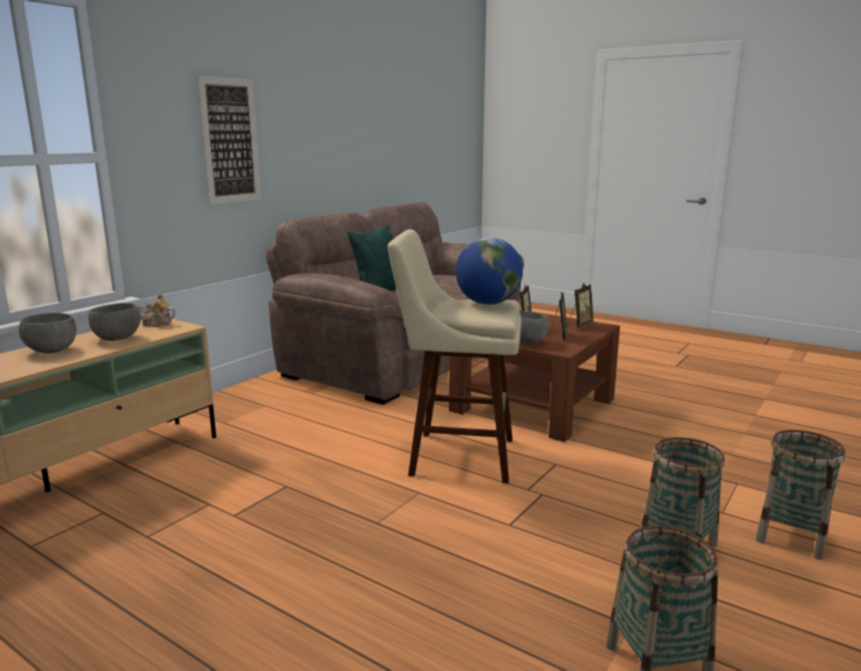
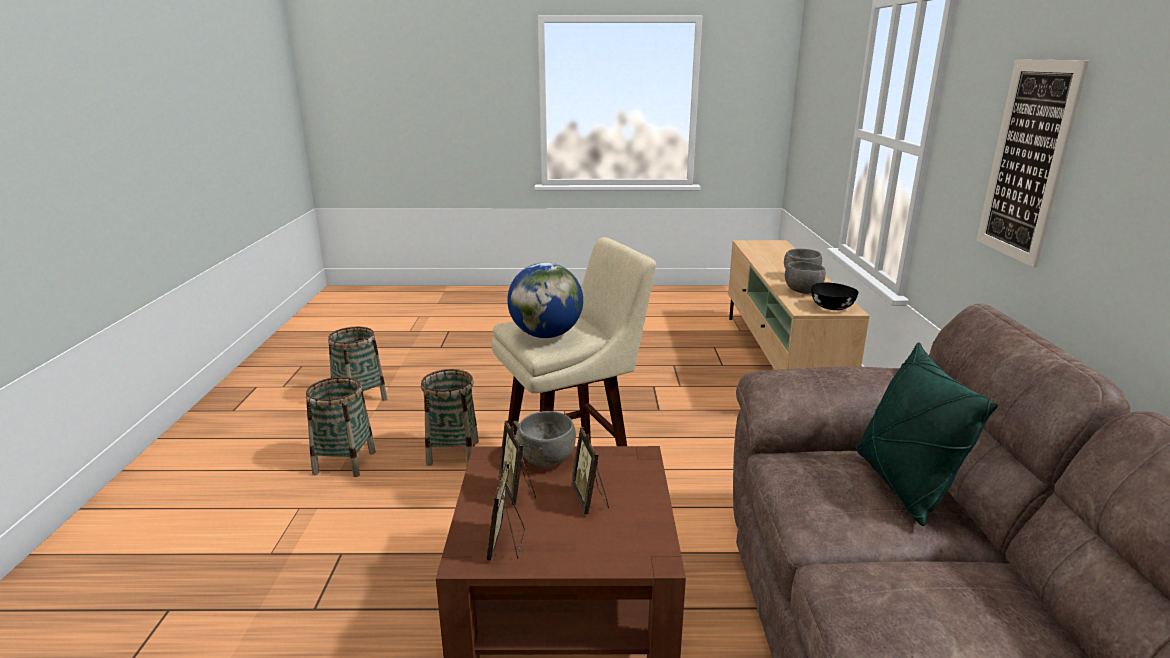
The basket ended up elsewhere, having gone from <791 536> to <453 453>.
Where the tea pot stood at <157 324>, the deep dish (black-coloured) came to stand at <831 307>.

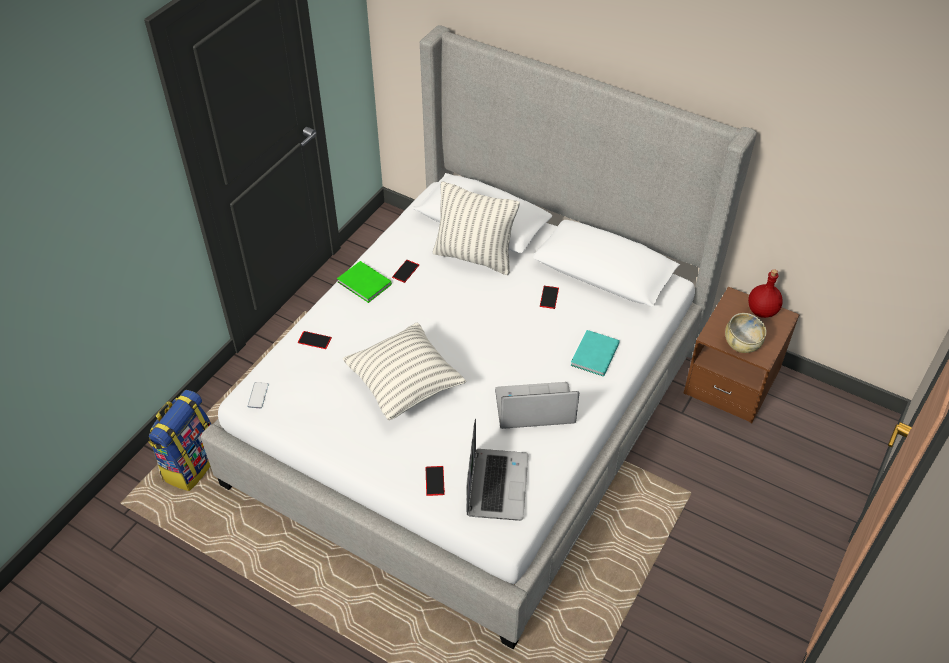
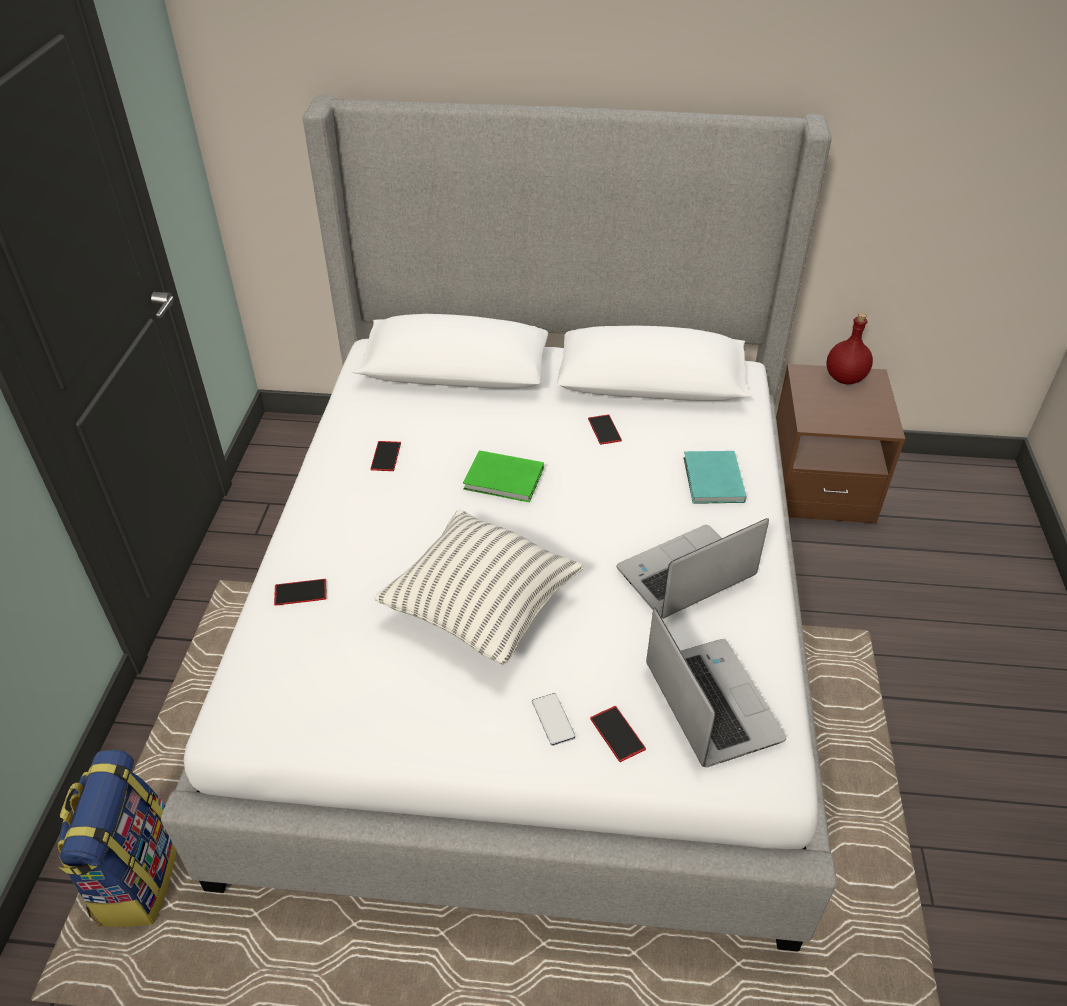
The book (greenish) ended up elsewhere, having gone from <364 284> to <505 480>.
The phone ended up elsewhere, having gone from <258 395> to <553 719>.
The second view lost the cushion at <474 257>.
The second view lost the deep dish (beige-coloured) at <741 344>.

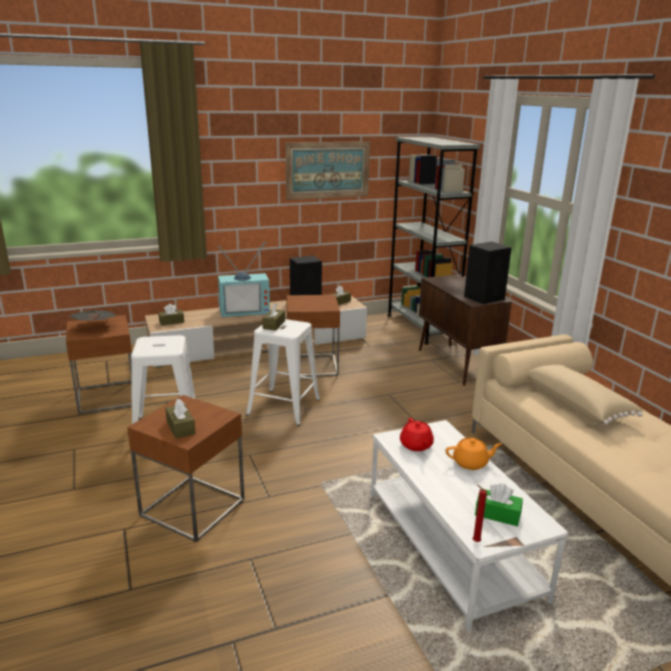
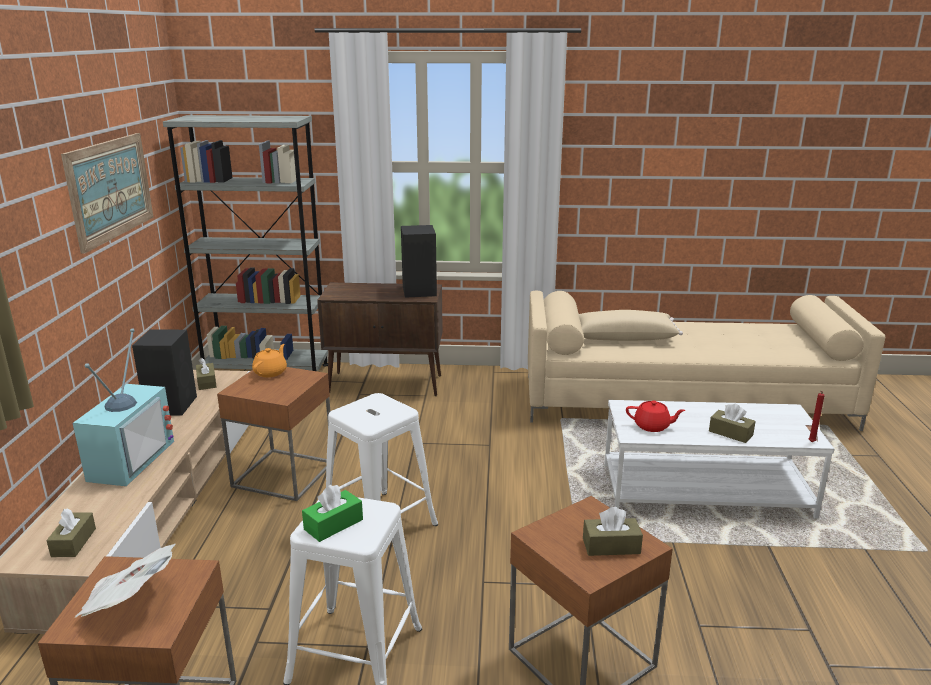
The tea pot (orangey) ended up elsewhere, having gone from <471 463> to <271 372>.
The box of tissues (greenish) ended up elsewhere, having gone from <497 514> to <333 524>.
The box of tissues (brown) ended up elsewhere, having gone from <274 325> to <730 433>.

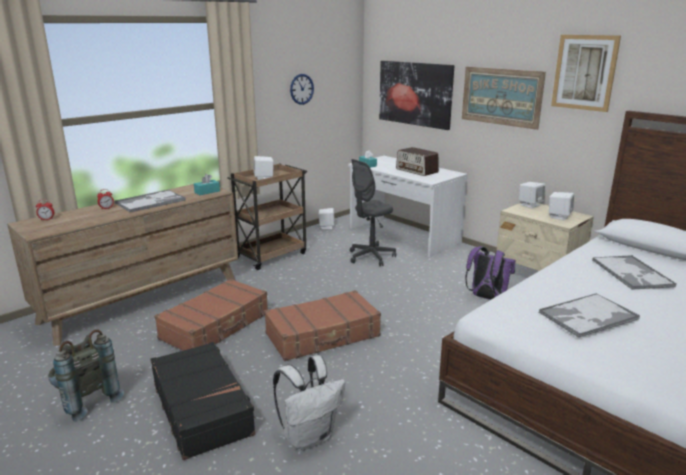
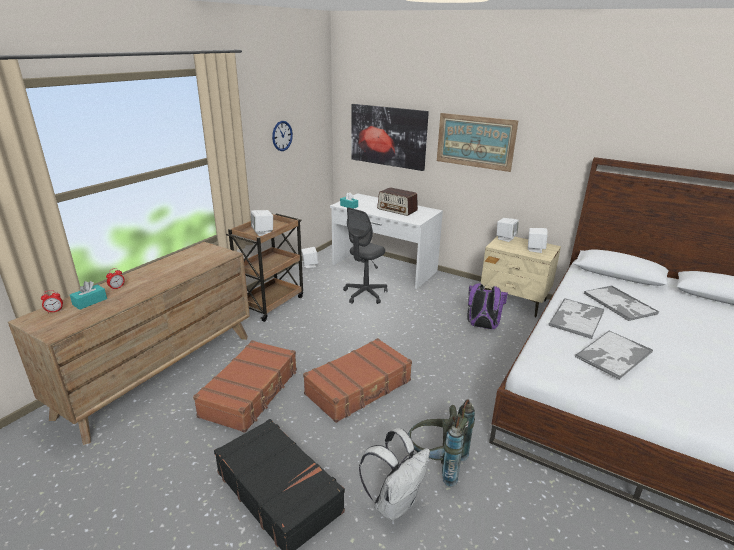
The box of tissues (blue-green) ended up elsewhere, having gone from <207 192> to <90 302>.
The rucksack (greyish) ended up elsewhere, having gone from <86 401> to <437 464>.
The tray ended up elsewhere, having gone from <151 201> to <576 318>.
The second view lost the wall art at <584 72>.

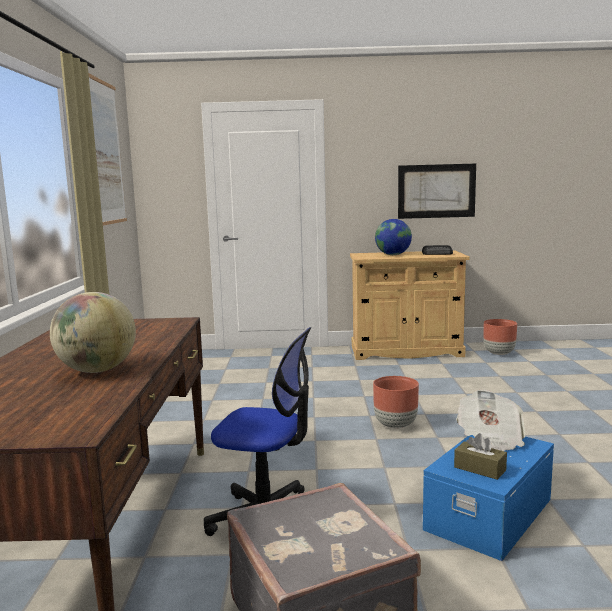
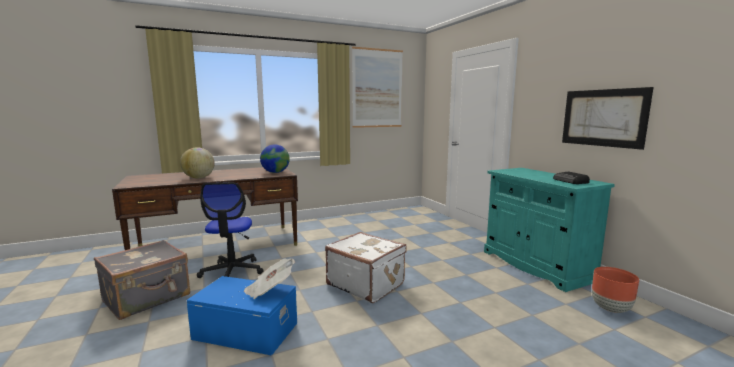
The world globe ended up elsewhere, having gone from <393 255> to <275 172>.
Where the planter (brown) stood at <395 425>, the piece of luggage (white) came to stand at <366 284>.
What was the cabinet (beige-coloured) at <406 351> turned into the cabinet (blue-green) at <536 265>.
The second view lost the box of tissues (brown) at <479 469>.

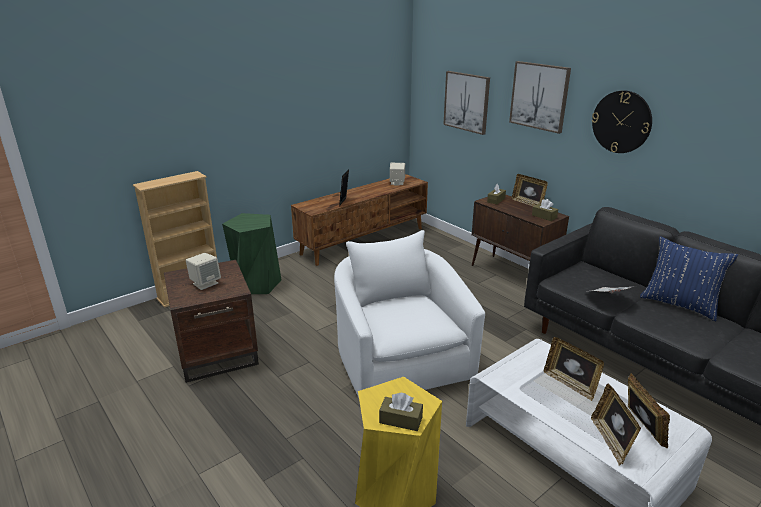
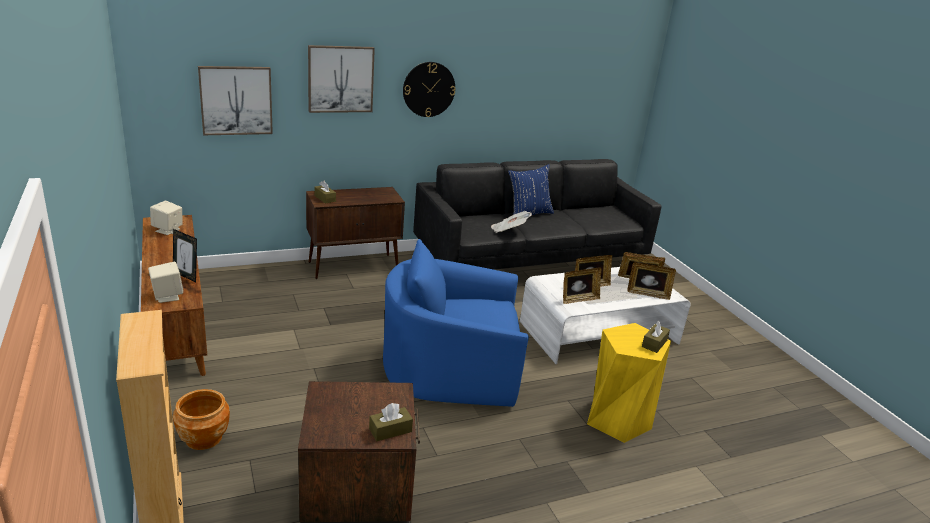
The loudspeaker (beige-coloured) ended up elsewhere, having gone from <205 283> to <167 296>.
Where the stool (greenish) stood at <256 284>, the planter (brown) came to stand at <204 437>.
The box of tissues (brown) ended up elsewhere, having gone from <544 216> to <390 430>.
What was the lounge chair (white) at <400 358> turned into the lounge chair (bluish) at <451 369>.
The standing frame ended up elsewhere, having gone from <528 203> to <578 299>.

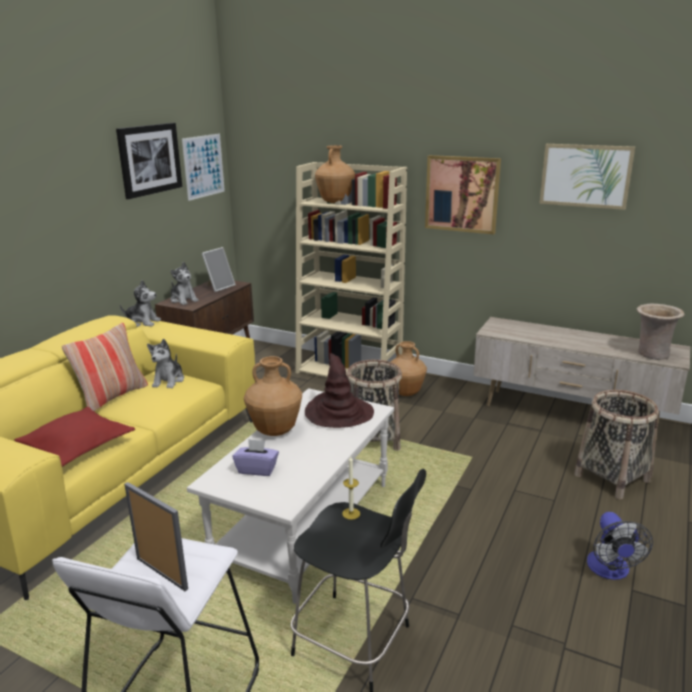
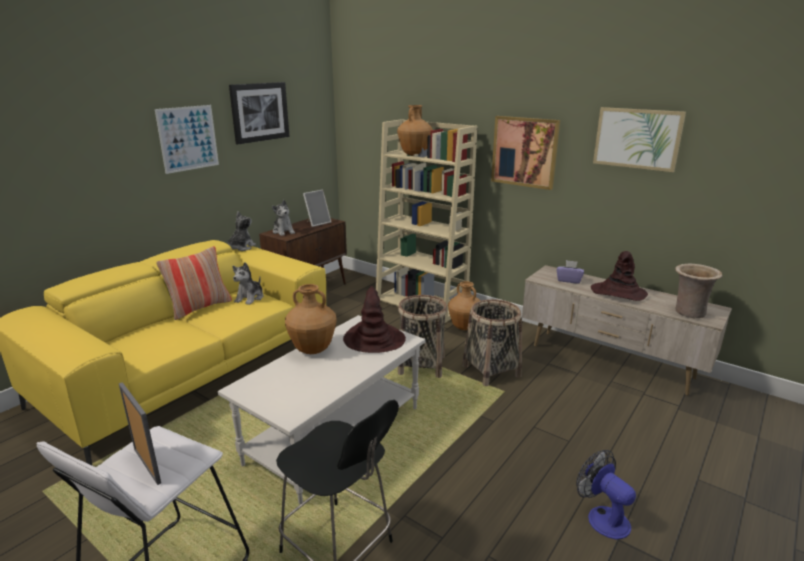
The wall art ended up elsewhere, having gone from <204 166> to <188 138>.
The cuddly toy at <142 322> ended up facing another way, 90 degrees counterclockwise from before.
The basket ended up elsewhere, having gone from <612 478> to <491 371>.
The box of tissues (purplish) ended up elsewhere, having gone from <257 469> to <569 280>.
The electric fan at <610 570> ended up facing another way, 135 degrees clockwise from before.
The second view gained the clothing hat (brown) at <618 292>.
The second view lost the cushion (red-coloured) at <77 445>.
The second view lost the wax light at <351 513>.

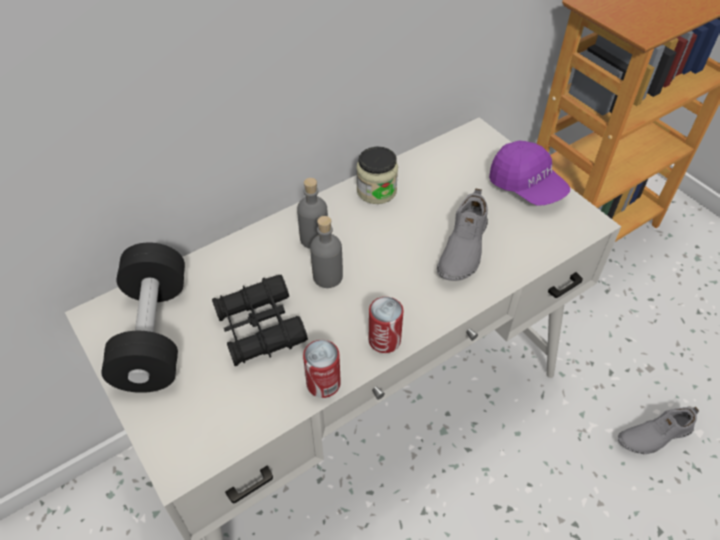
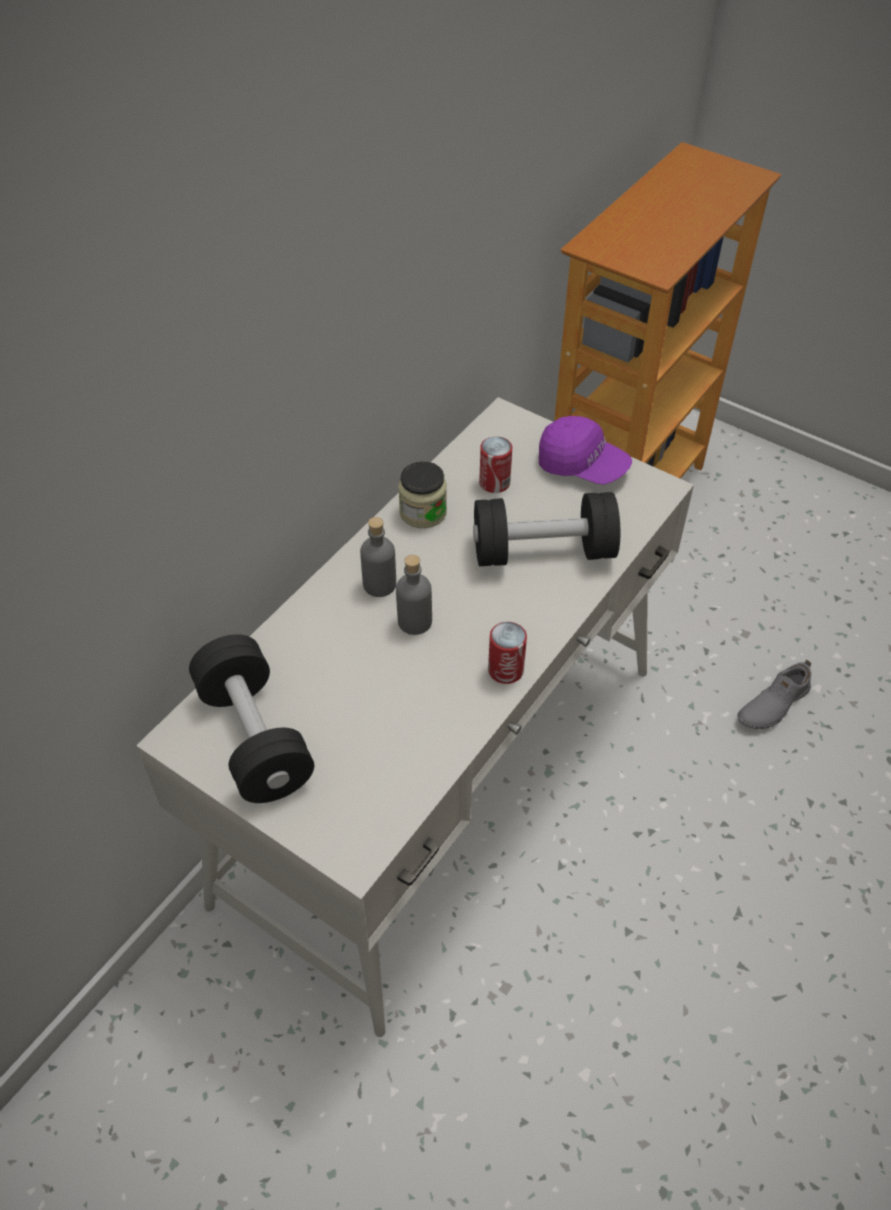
Where the shoe (greyish) stood at <462 248>, the hand weight (black-coloured) came to stand at <543 551>.
The can ended up elsewhere, having gone from <323 383> to <494 483>.
The second view lost the pair of binoculars (black-coloured) at <259 327>.

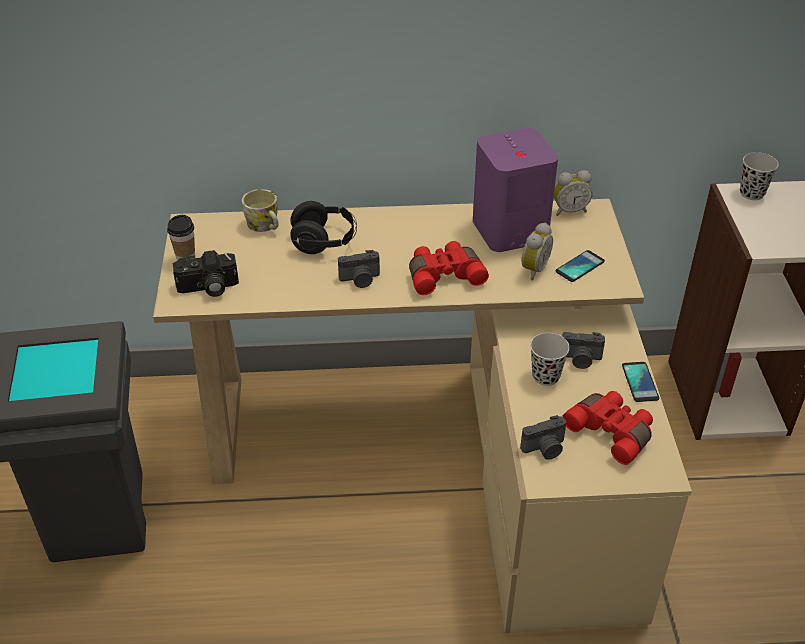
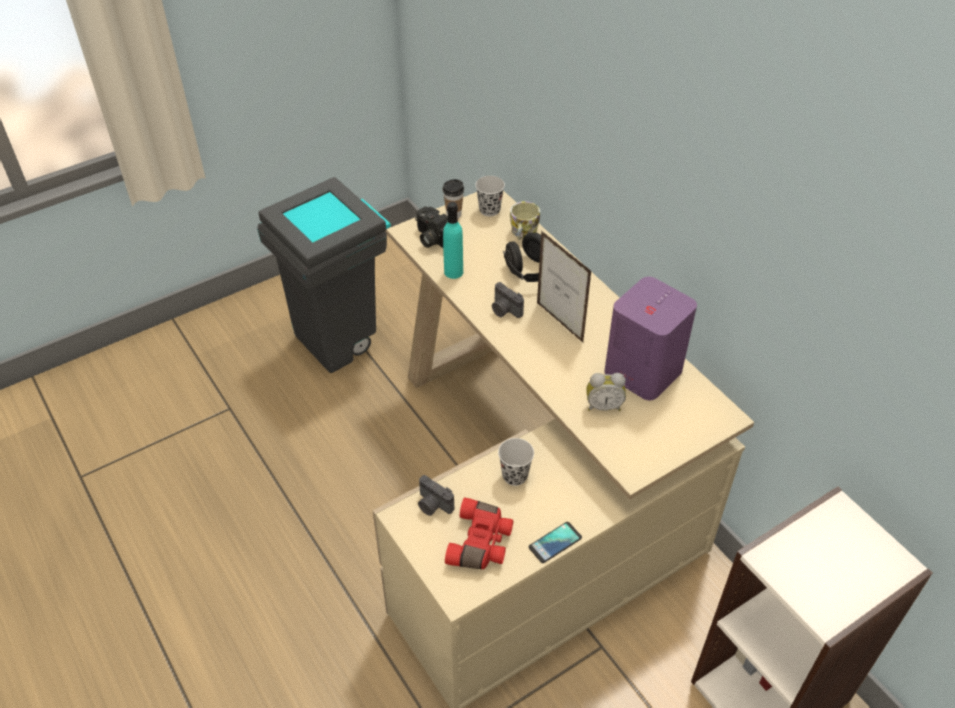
The second view gained the beverage bottle (blue-green) at <453 272>.
The small cup (black-coloured) ended up elsewhere, having gone from <752 193> to <489 210>.
The second view gained the standing frame at <559 322>.
The second view lost the pair of binoculars (red-coloured) at <444 275>.
The second view lost the alarm clock at <569 210>.
The second view lost the phone at <580 266>.
The second view lost the still camera at <580 359>.

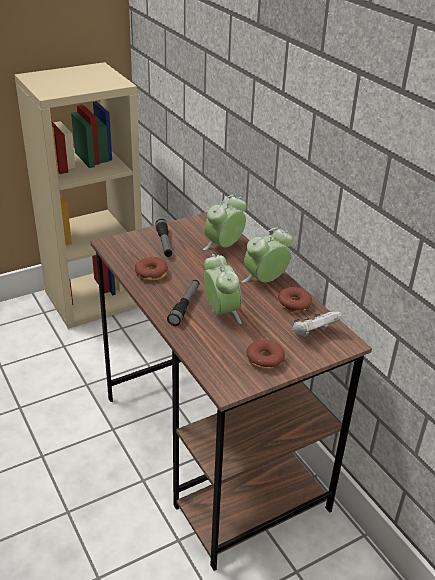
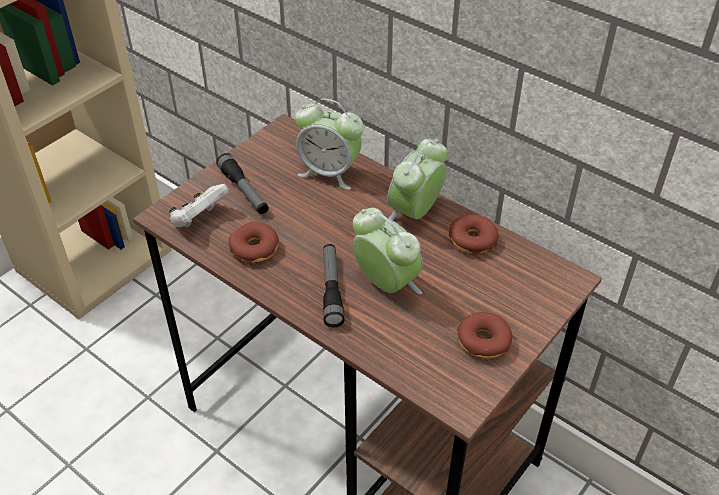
The game controller (white) ended up elsewhere, having gone from <313 334> to <199 219>.
The alarm clock at <224 246> ended up facing another way, 90 degrees counterclockwise from before.

